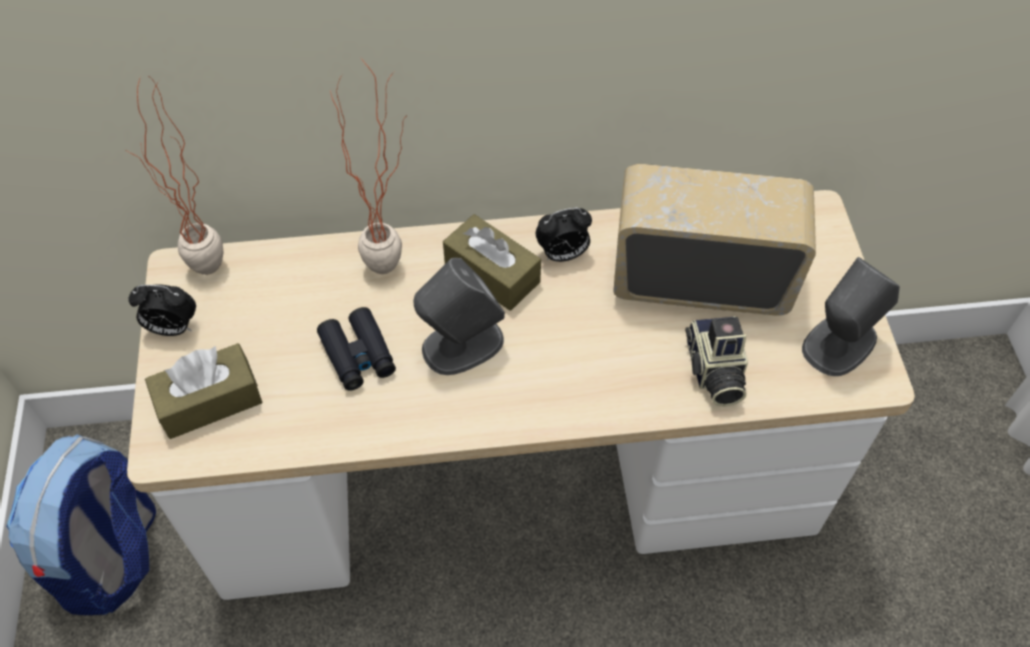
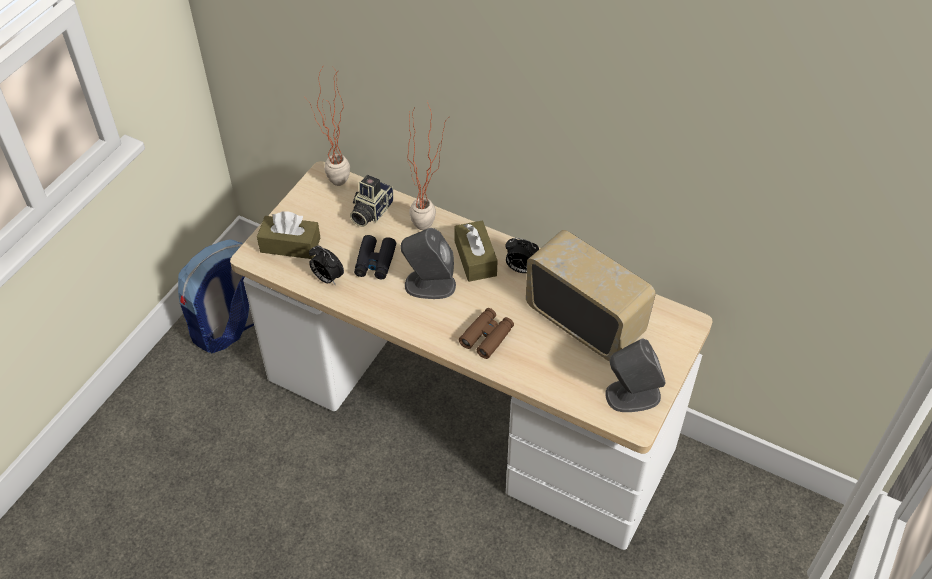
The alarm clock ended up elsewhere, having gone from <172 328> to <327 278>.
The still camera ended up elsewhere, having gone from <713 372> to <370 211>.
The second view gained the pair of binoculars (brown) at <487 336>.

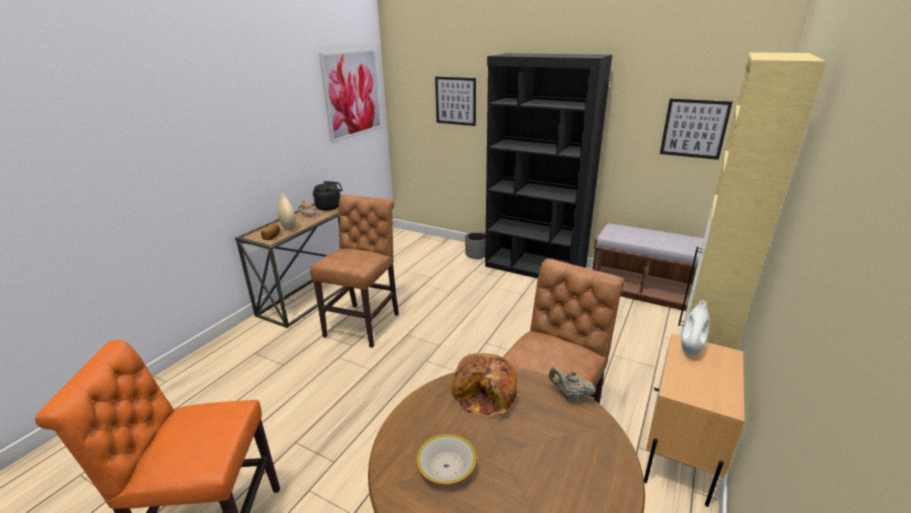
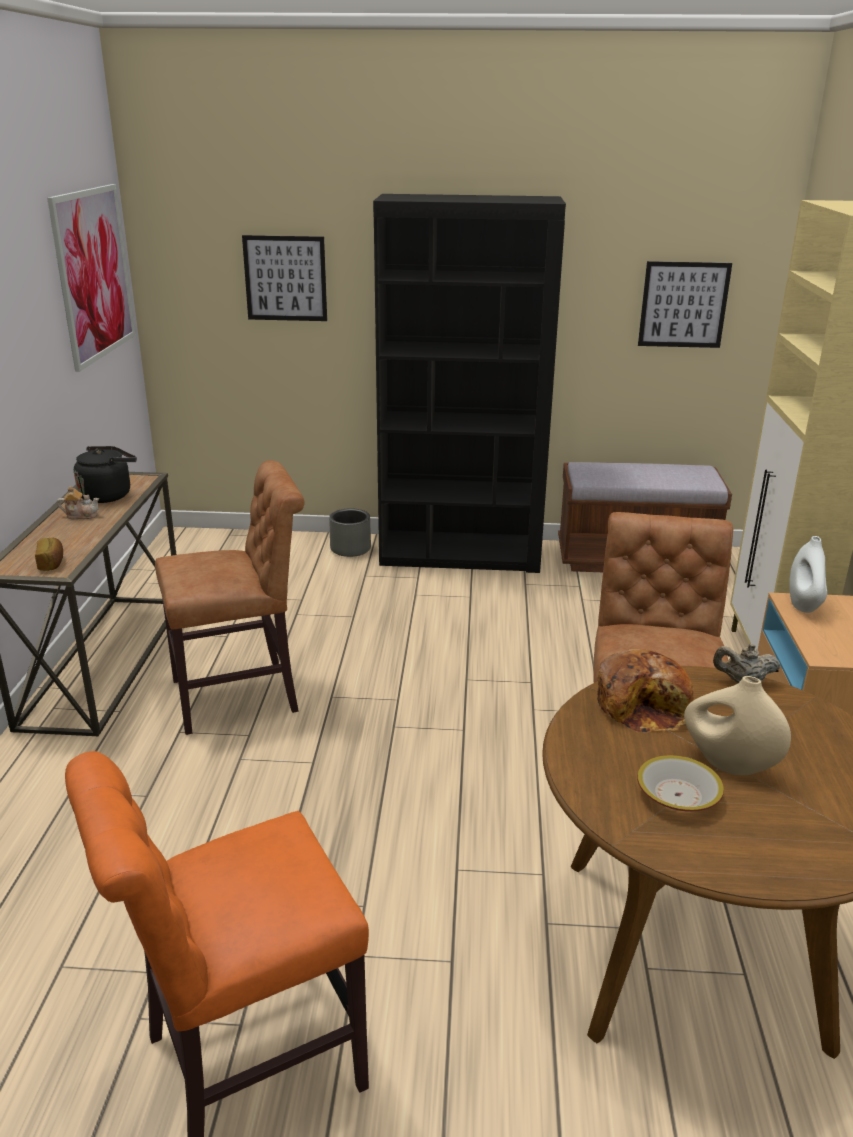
The upright chair (brown) at <365 323> ended up facing another way, 75 degrees clockwise from before.
The vase (beige-coloured) ended up elsewhere, having gone from <288 227> to <728 764>.

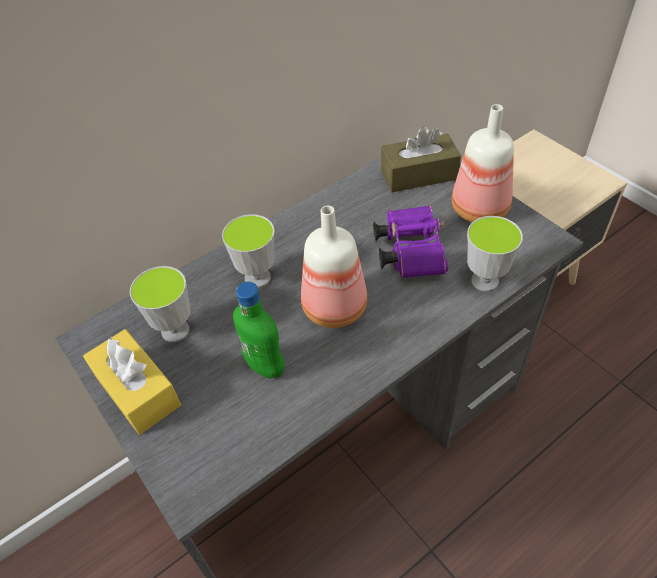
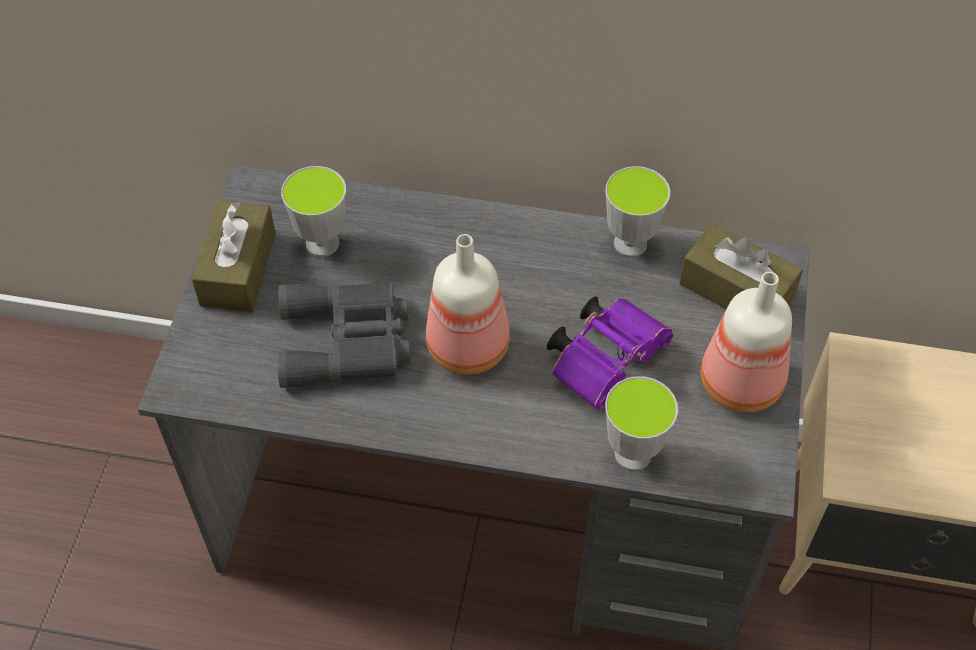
What was the box of tissues (yellow-coloured) at <137 390> turned into the box of tissues (brown) at <238 269>.
Where the beverage bottle (greenish) stood at <265 366>, the pair of binoculars (greyish) came to stand at <348 341>.
The small cup ended up elsewhere, having gone from <257 278> to <630 244>.

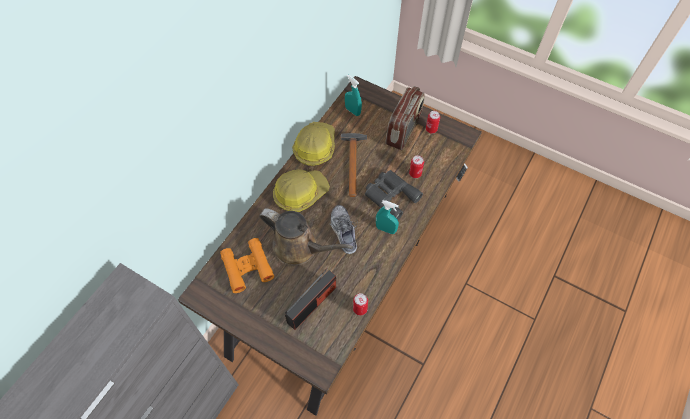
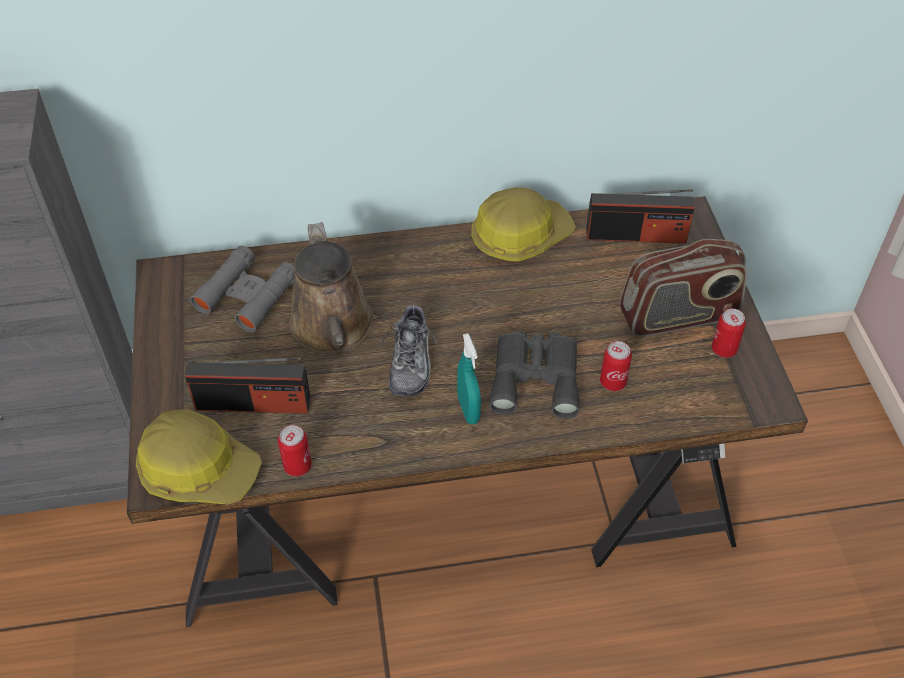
The hard hat ended up elsewhere, having gone from <300 193> to <199 469>.
What was the pair of binoculars (orangey) at <247 267> turned into the pair of binoculars (greyish) at <247 295>.
The shoe at <343 231> ended up facing another way, 150 degrees clockwise from before.
Where the hand sprayer (blue-green) stood at <352 111>, the radio came to stand at <636 235>.
The second view lost the hand hammer at <353 162>.

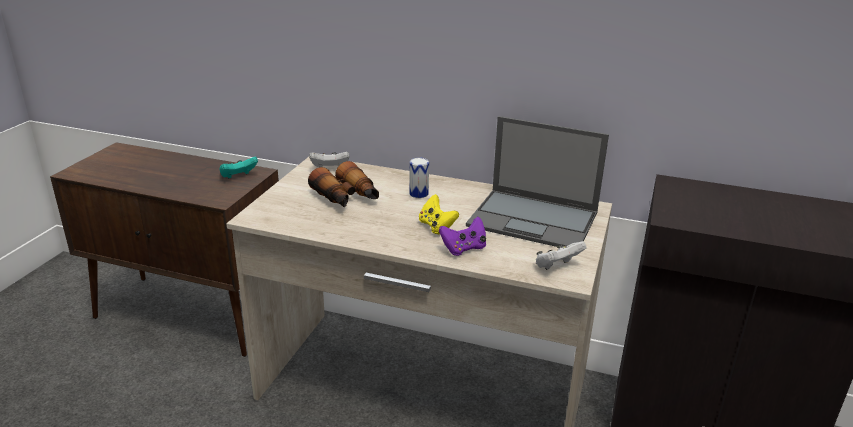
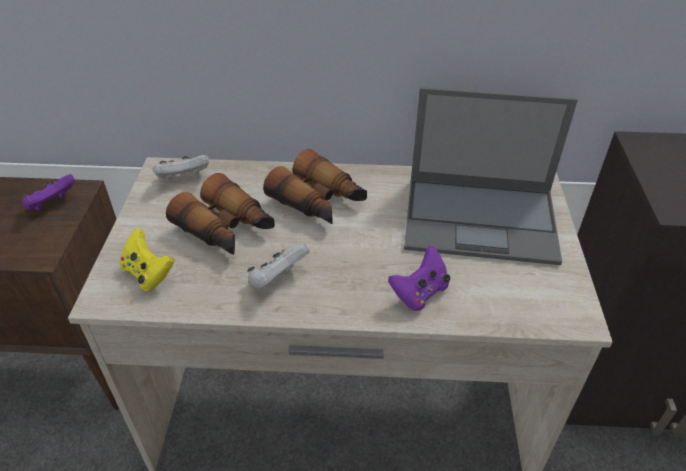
What was the game controller (blue-green) at <238 176> turned into the game controller (purplish) at <52 204>.
The game controller (yellow-coloured) ended up elsewhere, having gone from <436 226> to <148 274>.
The game controller (white) ended up elsewhere, having gone from <557 266> to <277 279>.
Where the can stood at <418 194>, the pair of binoculars came to stand at <319 202>.

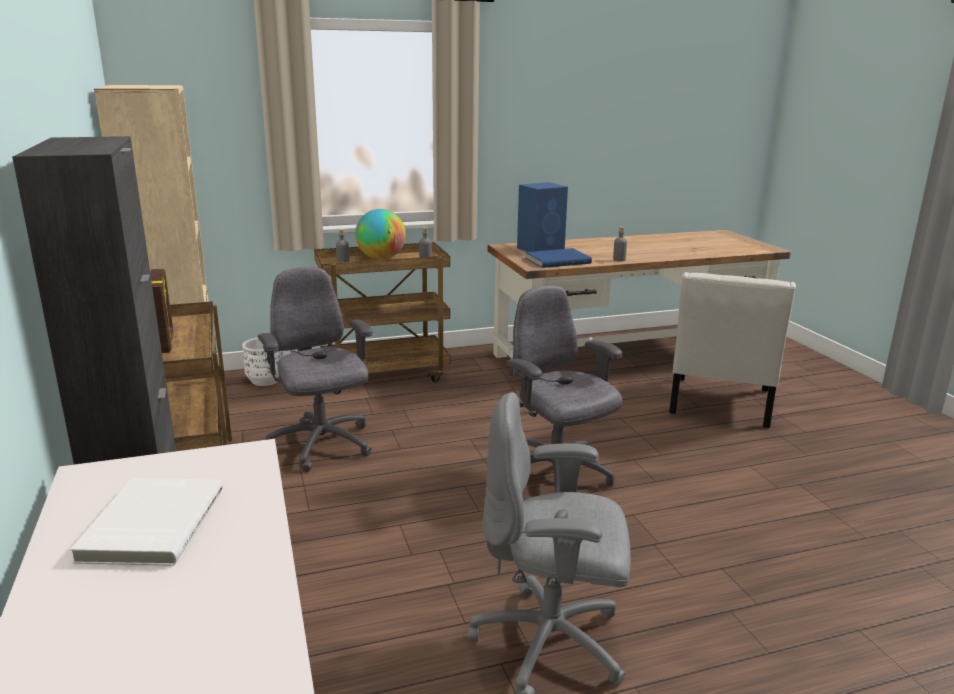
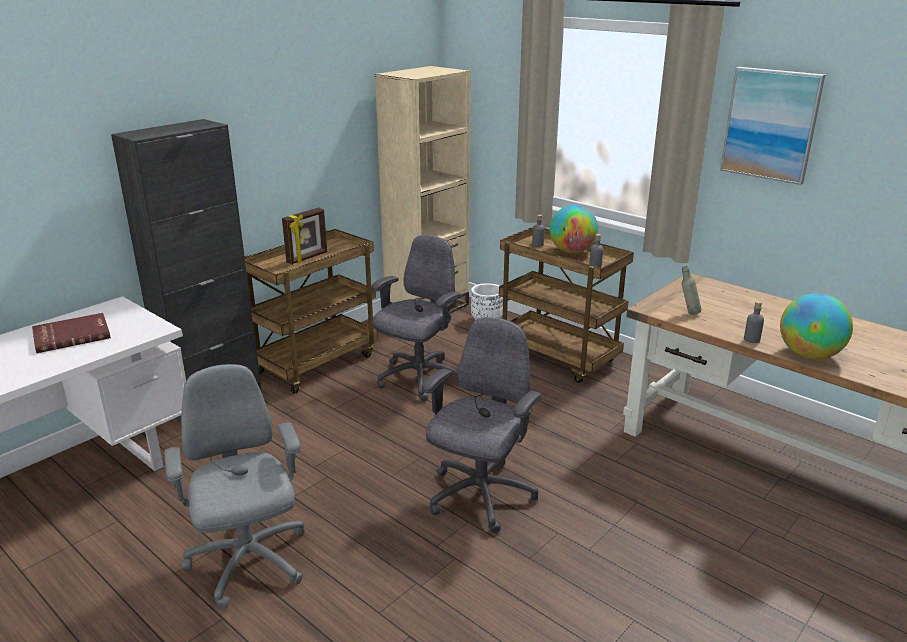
What was the book (white) at <150 525> turned into the book (red-coloured) at <72 335>.
Where the book (bluish) stood at <557 260>, the beverage bottle (greyish) came to stand at <688 312>.
The second view gained the wall art at <771 124>.
The second view gained the world globe at <809 355>.
The second view lost the loudspeaker (bluish) at <541 249>.
The second view lost the upright chair (white) at <719 404>.

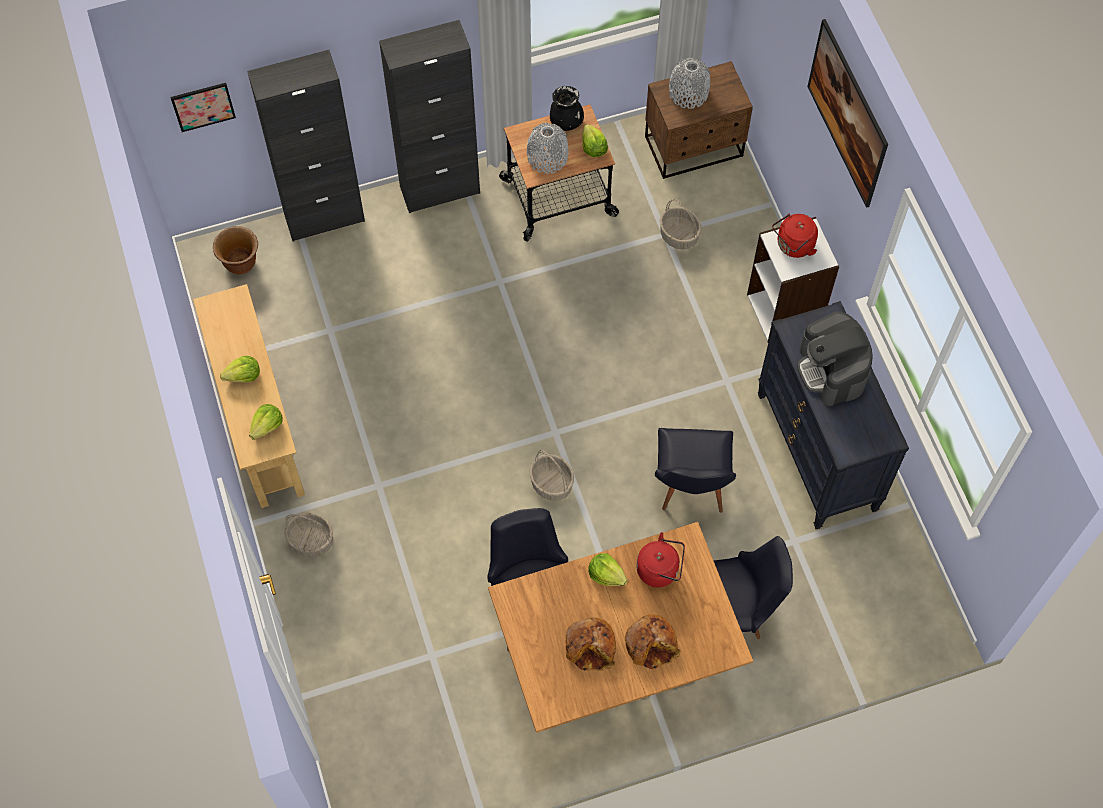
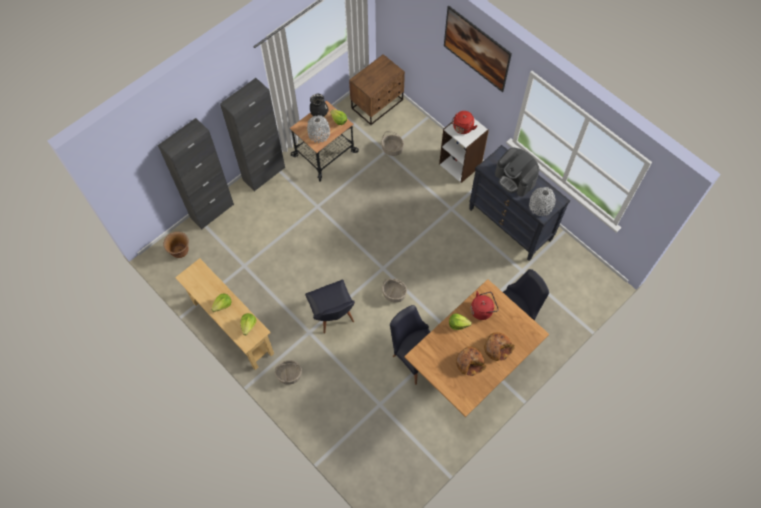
The upright chair (black-coloured) ended up elsewhere, having gone from <691 488> to <333 316>.
The vase (greyish) ended up elsewhere, having gone from <688 93> to <540 206>.
The second view lost the wall art at <203 106>.

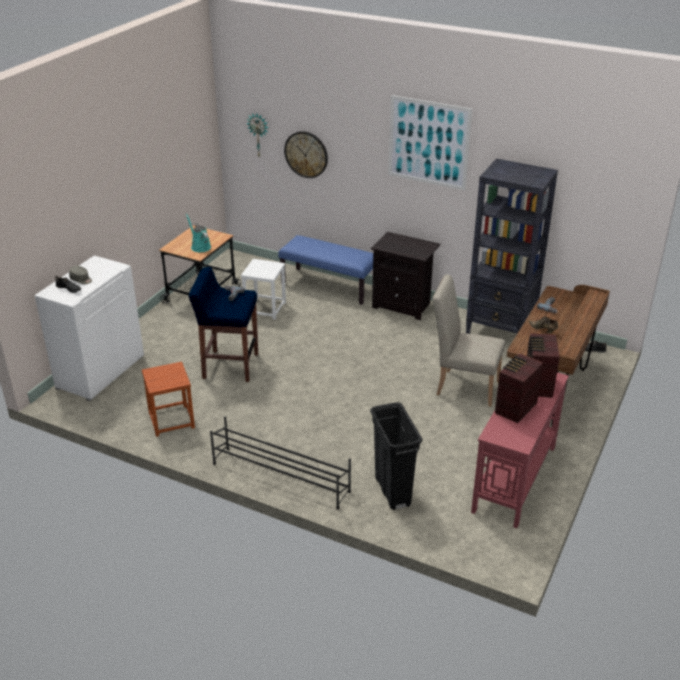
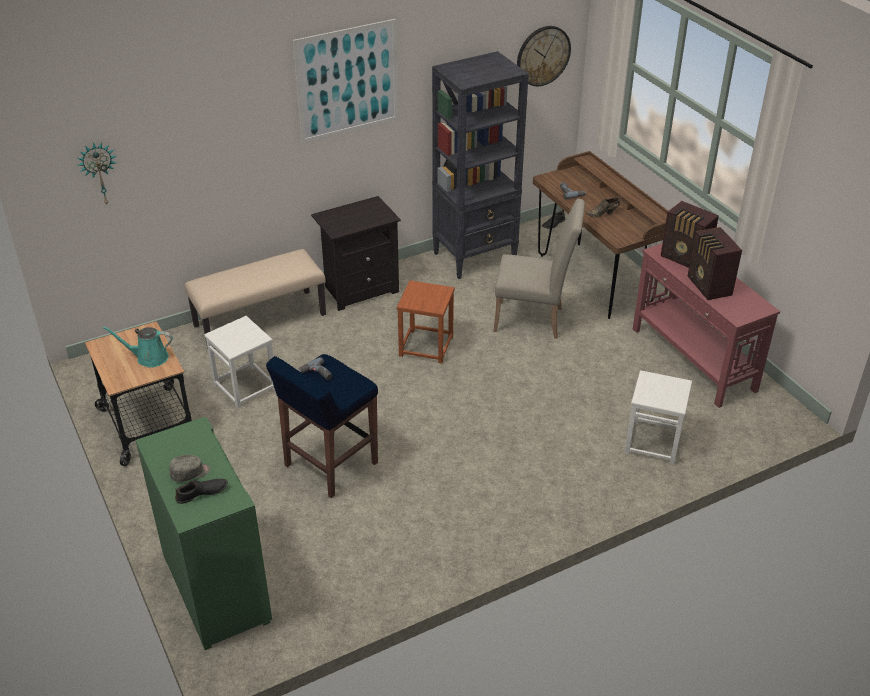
What was the cabinet (white) at <100 371> turned into the cabinet (greenish) at <214 588>.
What was the indoor bench (bluish) at <329 286> turned into the indoor bench (beige-coloured) at <260 320>.
The stool (brown) ended up elsewhere, having gone from <171 420> to <426 346>.
The upright chair (beige-coloured) at <463 386> ended up facing another way, 135 degrees counterclockwise from before.
The clock on the wall ended up elsewhere, having gone from <306 154> to <543 55>.
Where the trash can (black-coloured) stood at <393 492>, the stool (white) came to stand at <653 442>.
The second view lost the shoe rack (black-coloured) at <280 477>.

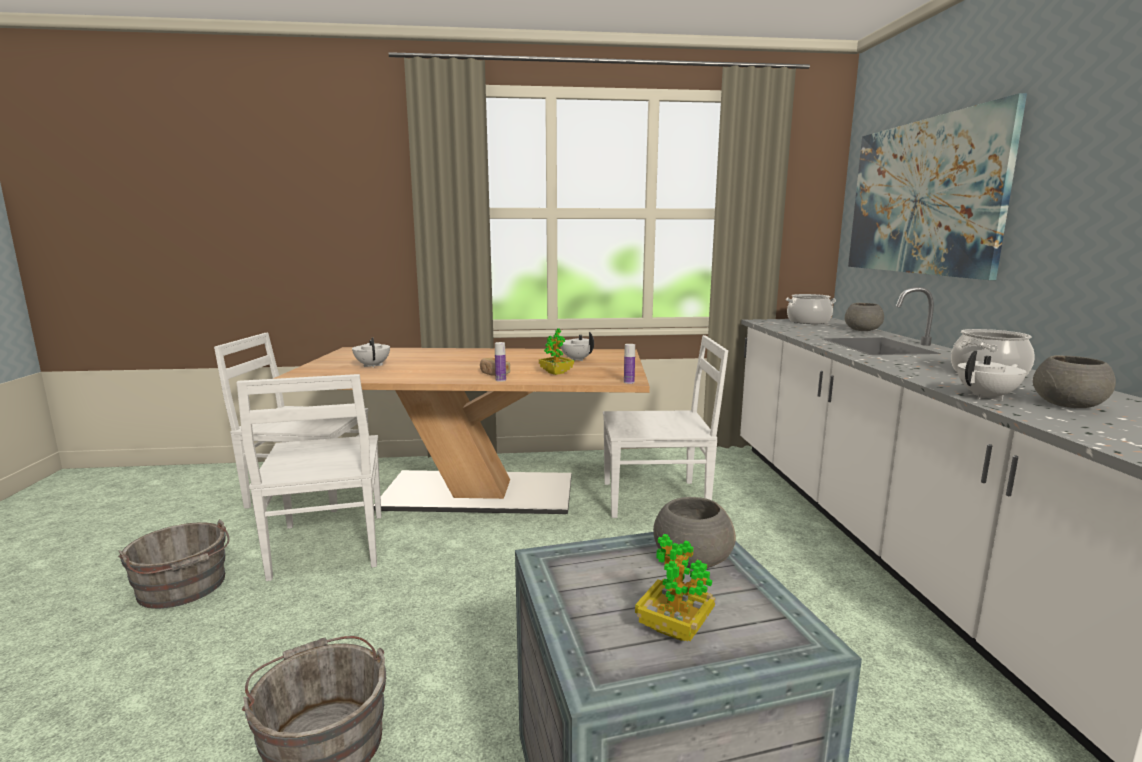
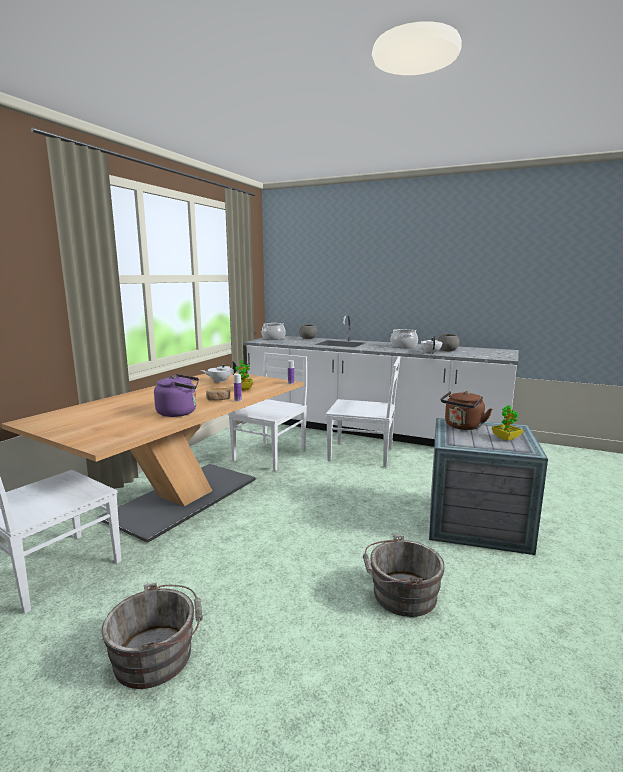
The second view gained the kettle (purplish) at <179 412>.
The upright chair (white) ended up elsewhere, having gone from <328 547> to <362 455>.
Where the deep dish (greyish) stood at <690 560>, the kettle (brown) came to stand at <462 427>.
The second view lost the tea pot (white) at <373 365>.
The second view lost the wall art at <922 197>.

